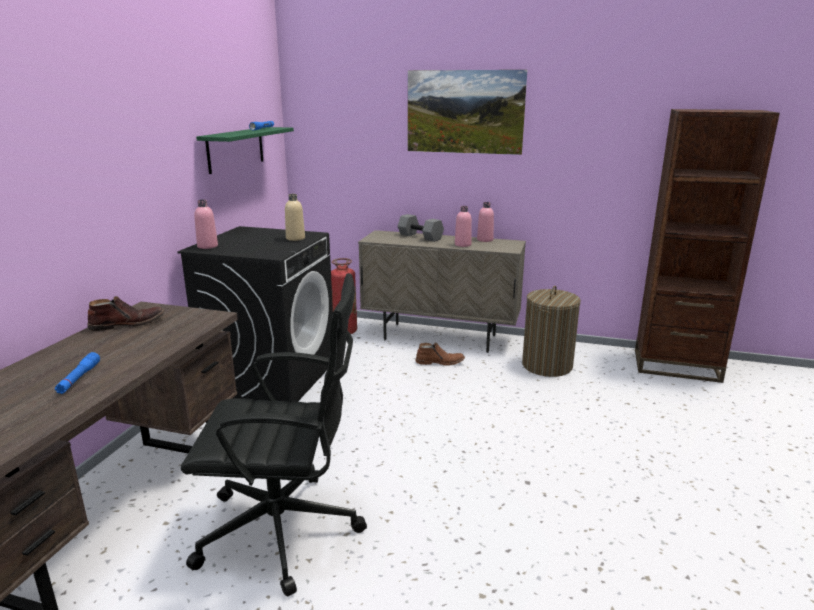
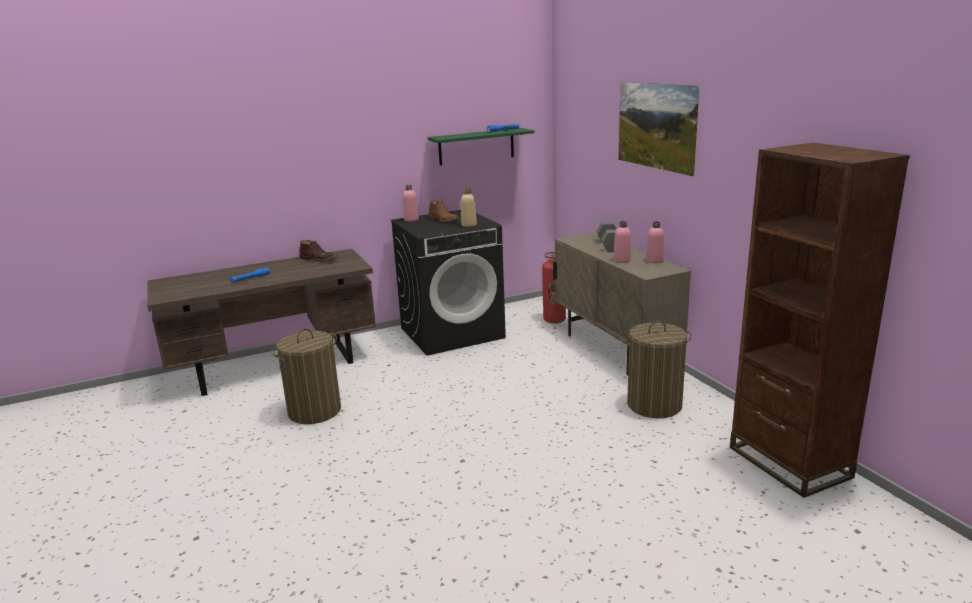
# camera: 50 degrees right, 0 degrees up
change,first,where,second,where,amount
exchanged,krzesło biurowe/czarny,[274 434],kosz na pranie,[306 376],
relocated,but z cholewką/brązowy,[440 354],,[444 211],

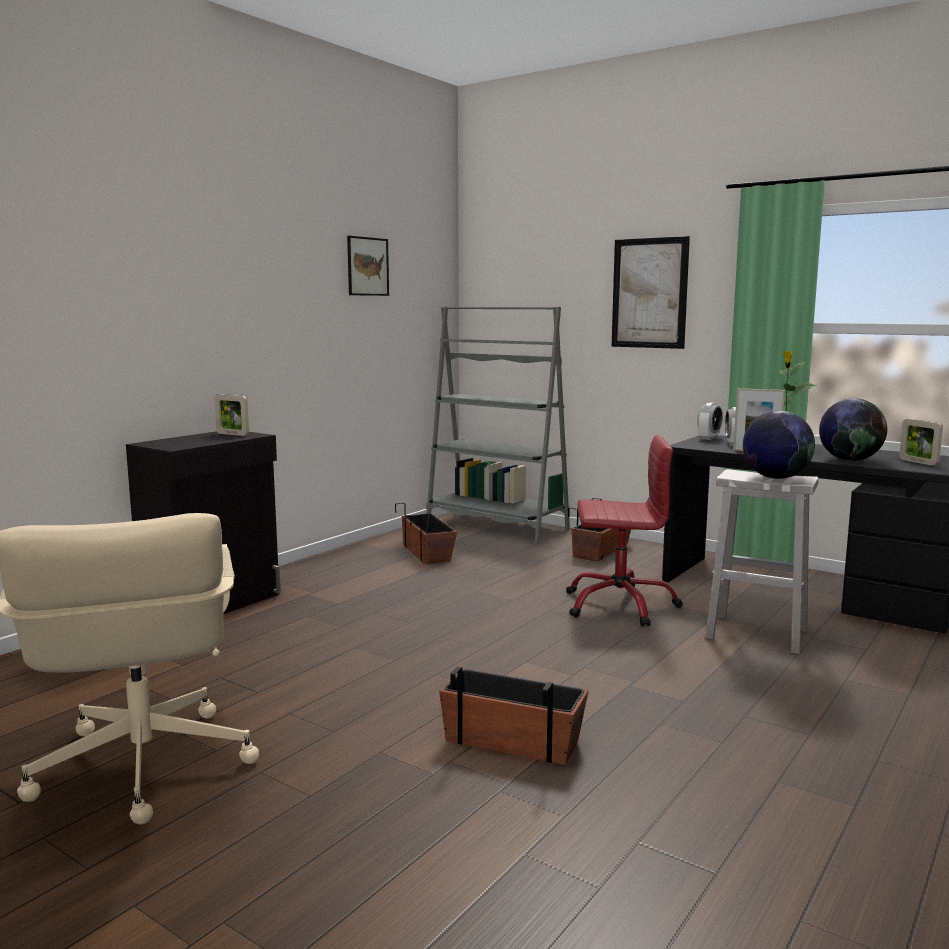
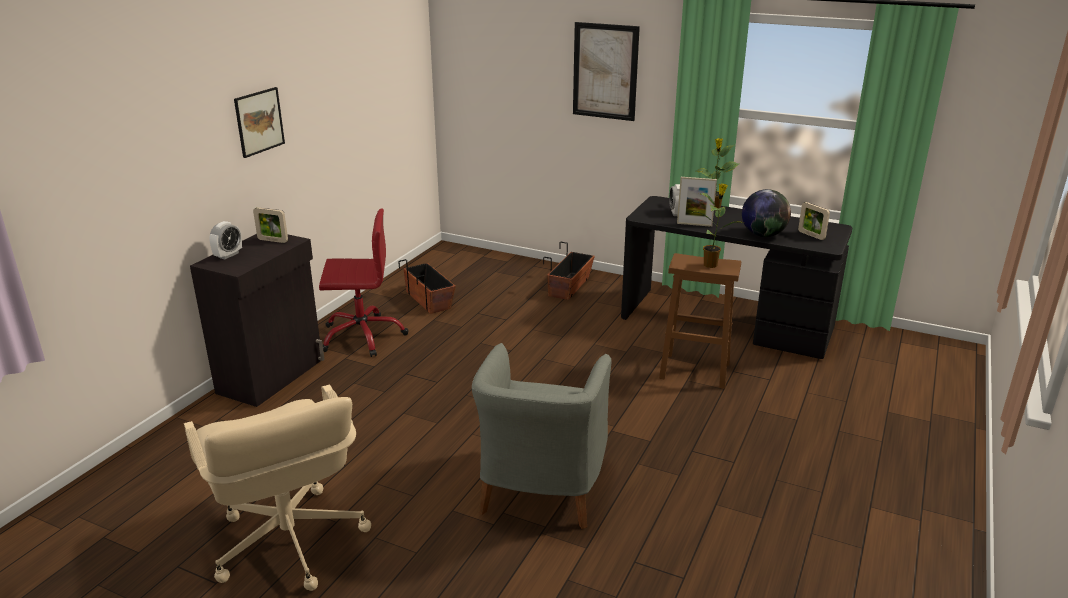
# camera: 10 degrees left, 15 degrees up
change,first,where,second,where,amount
relocated,obraz,[368 266],,[259 122],
missing,regał/szary,[498 425],,,
relocated,budzik,[710 421],,[225 240],
exchanged,globus,[779 445],roślina doniczkowa,[718 226],
relocated,krzesło biurowe/czerwony,[624 531],,[363 283],
colour,stołek/biały,[762 561],stołek/brązowy,[700 321],
exchanged,donica,[513 716],fotel/szary,[542 436],

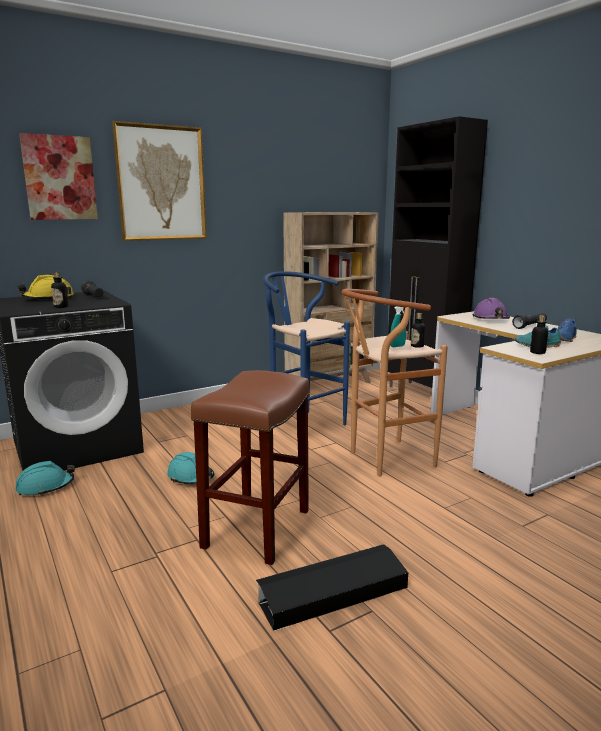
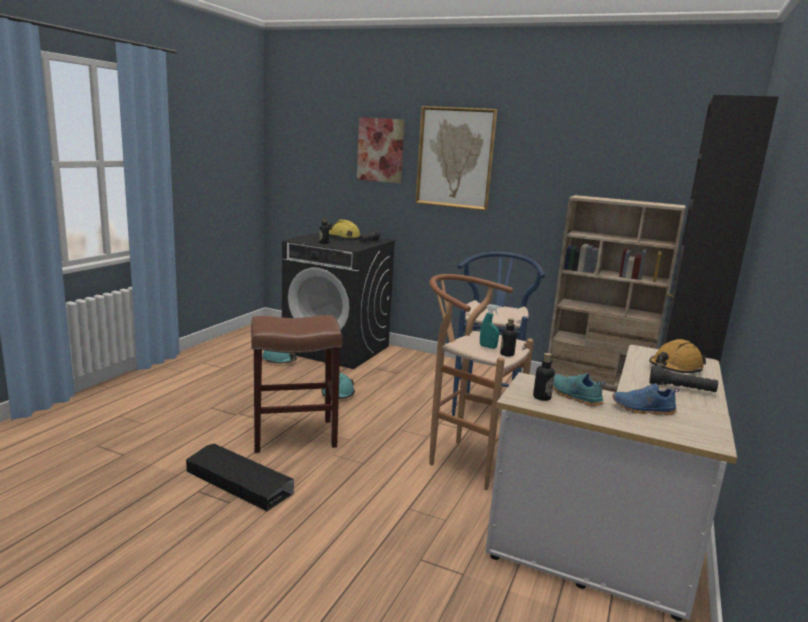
# camera: 55 degrees right, 0 degrees up
change,first,where,second,where,amount
colour,kask/fioletowy,[491 308],kask/pomarańczowy,[677 356],

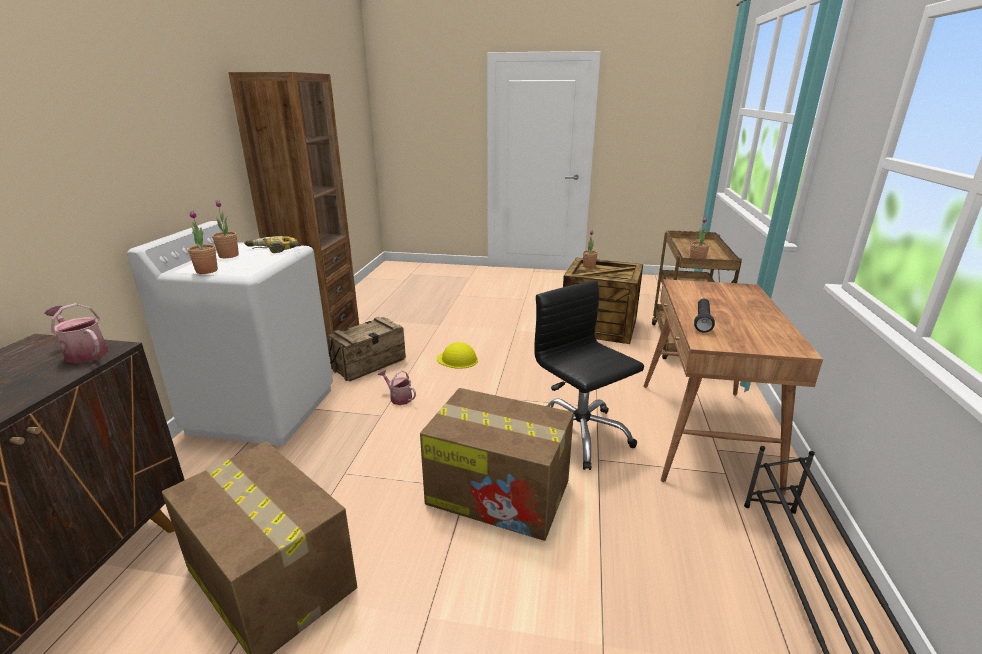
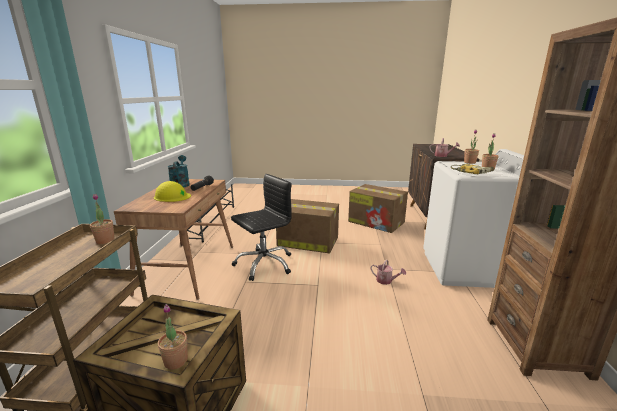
# camera: 175 degrees right, 5 degrees down
change,first,where,second,where,amount
spun,krzesło biurowe/czarny,[589 375],,[261 227],90 degrees counterclockwise
missing,skrzynka,[366 349],,,
relocated,kask/żółty,[457 355],,[172 191],
appeared,,,konewka/turkusowy,[179 171],

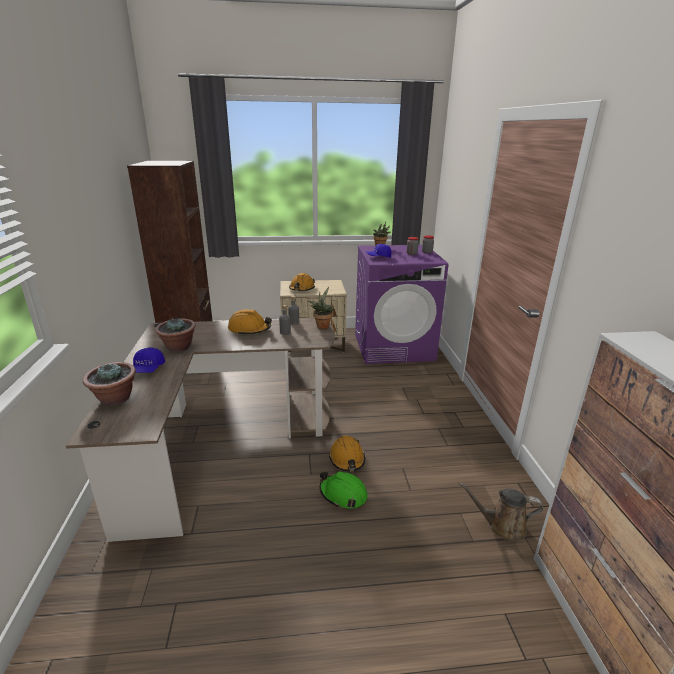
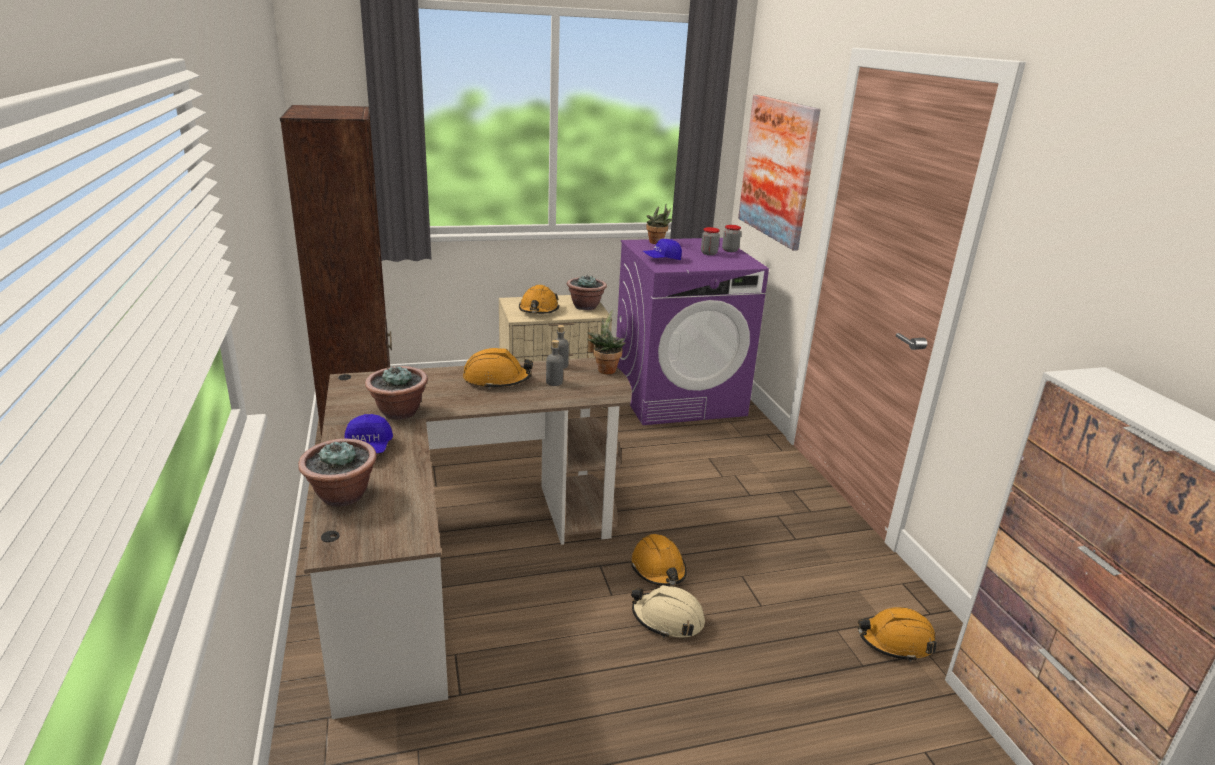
# camera: 10 degrees left, 0 degrees up
change,first,where,second,where,amount
colour,kask/zielony,[344 490],kask/beżowy,[668 611],
exchanged,konewka/brązowy,[501 511],kask/pomarańczowy,[897 634],
appeared,,,obraz,[779 173],
appeared,,,roślina doniczkowa,[587 292],

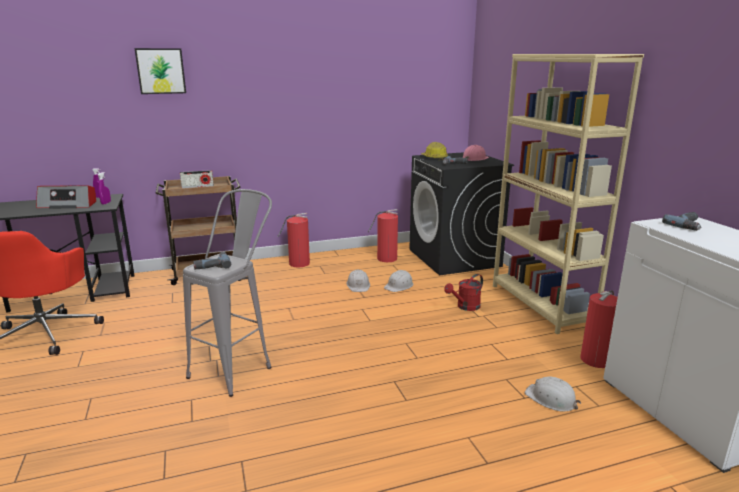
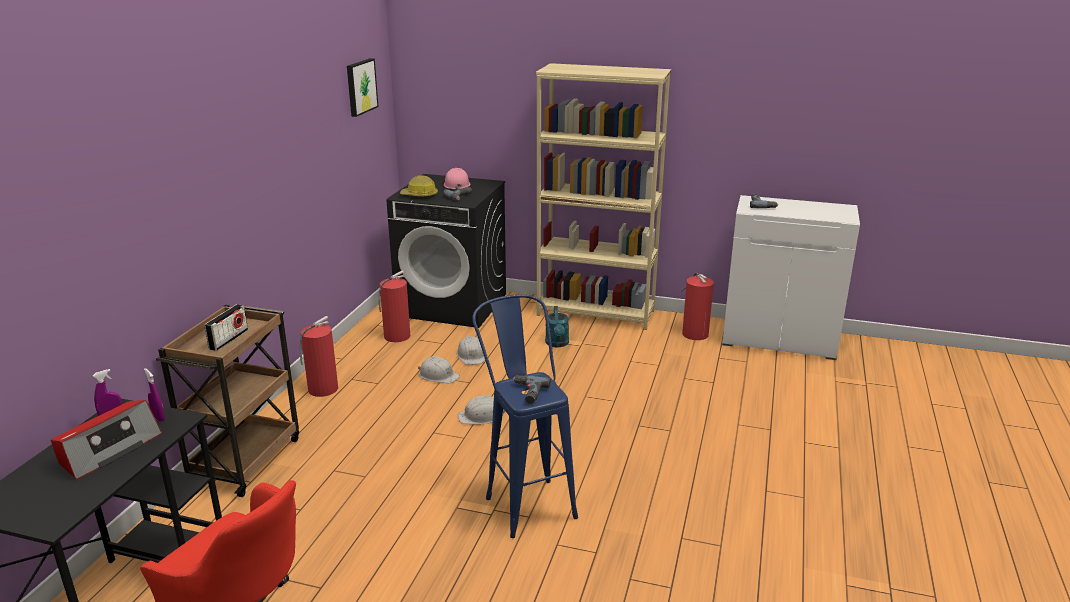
# camera: 55 degrees left, 5 degrees up
change,first,where,second,where,amount
relocated,obraz,[160 71],,[362 87],
colour,stołek/szary,[227 293],stołek/niebieski,[525 416],
colour,konewka/czerwony,[463 292],konewka/turkusowy,[557 326],
relocated,kask/biały,[553 394],,[481 410],

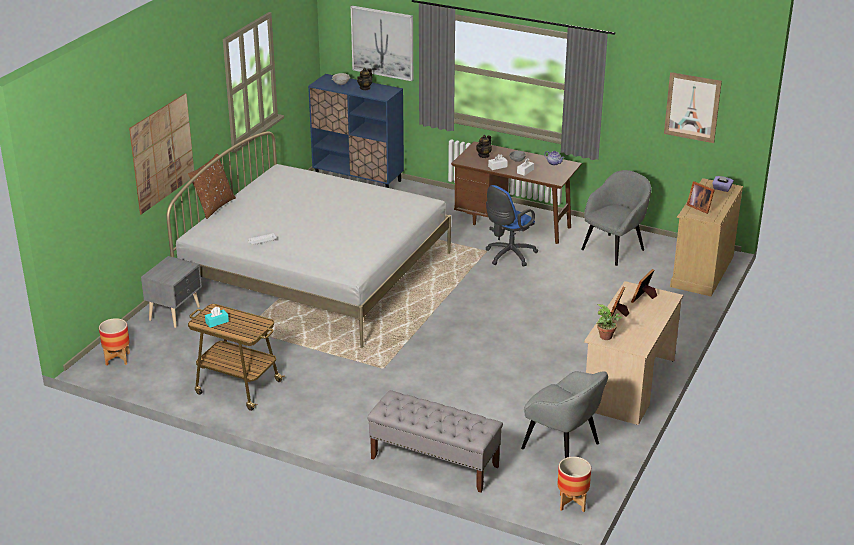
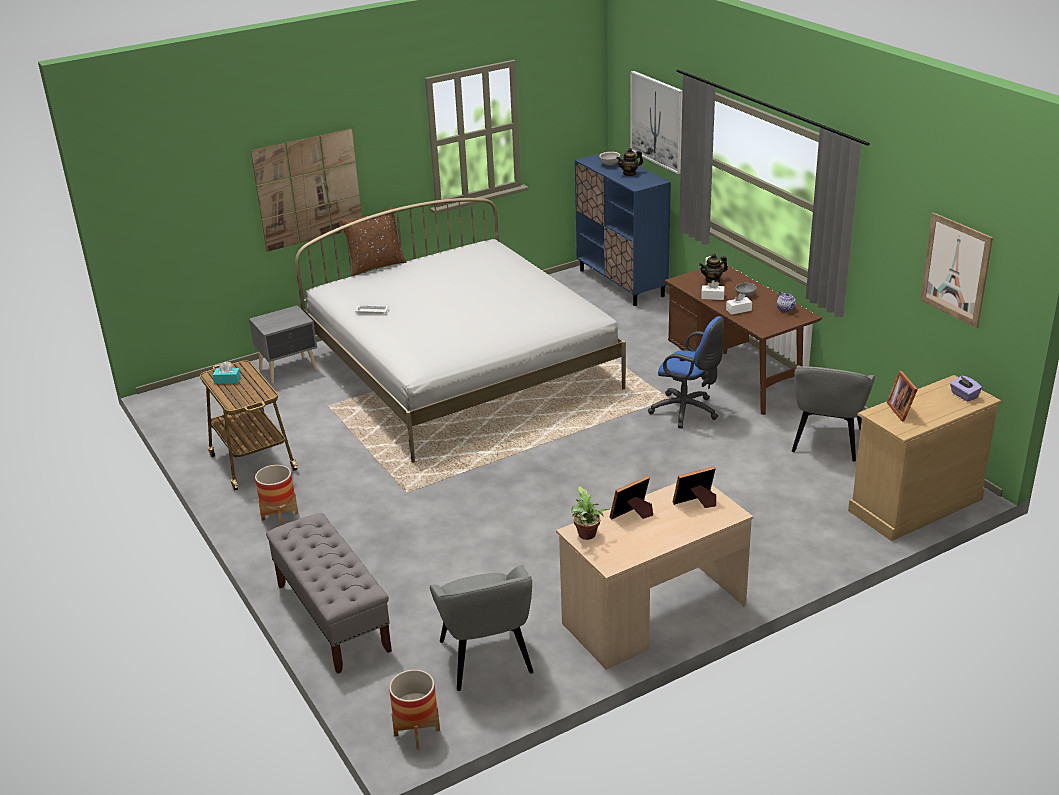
# camera: 35 degrees right, 0 degrees up
change,first,where,second,where,amount
spun,fotel/szary,[616 218],,[833 413],120 degrees clockwise
spun,krzesło biurowe/niebieski,[511 226],,[686 372],135 degrees counterclockwise
relocated,donica,[114 342],,[277 495],

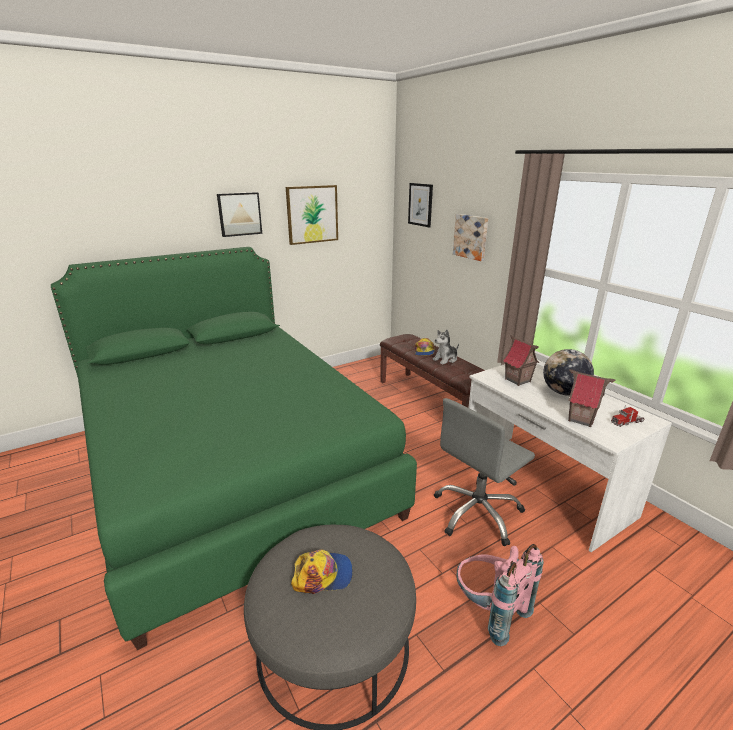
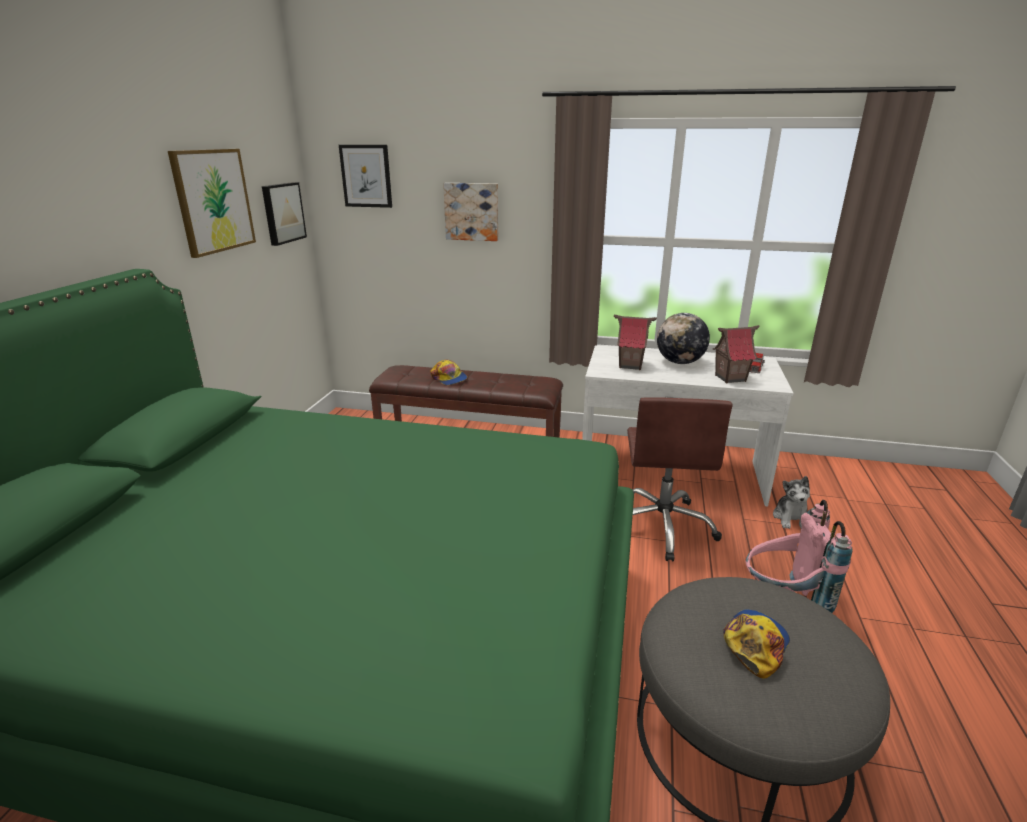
# camera: 45 degrees left, 0 degrees up
change,first,where,second,where,amount
relocated,obraz,[239 214],,[284 214],
relocated,pluszak,[445 347],,[791 502],
colour,krzesło biurowe/szary,[484 472],krzesło biurowe/brązowy,[680 479],

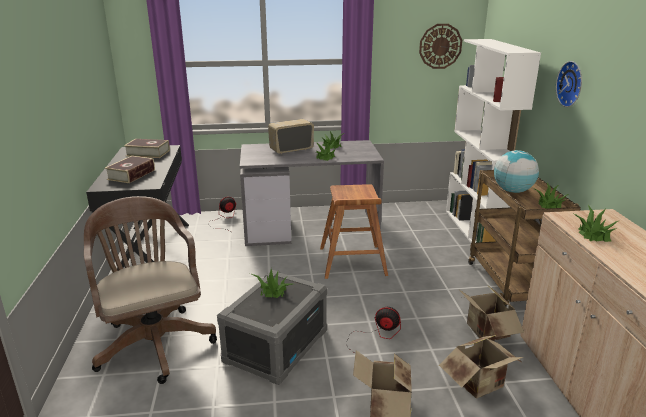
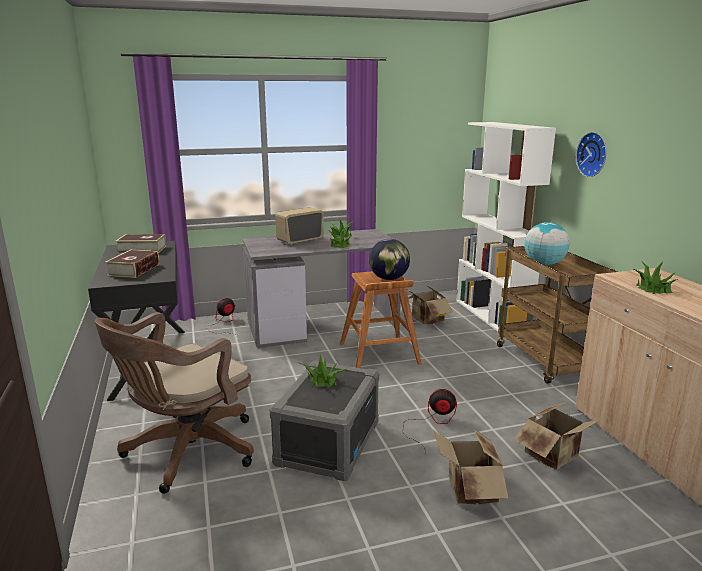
# camera: 10 degrees left, 5 degrees down
change,first,where,second,where,amount
missing,zegar ścienny,[440 46],,,
missing,roślina doniczkowa,[550 195],,,
spun,krzesło biurowe/brązowy,[150 290],,[174 403],105 degrees counterclockwise
relocated,karton,[492 314],,[430 304],
appeared,,,globus,[389 259],

